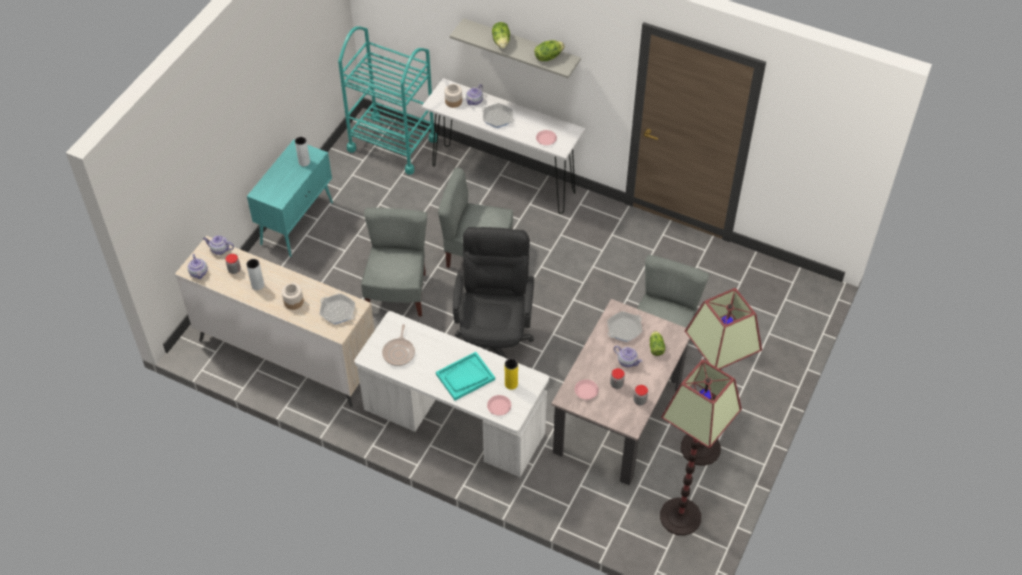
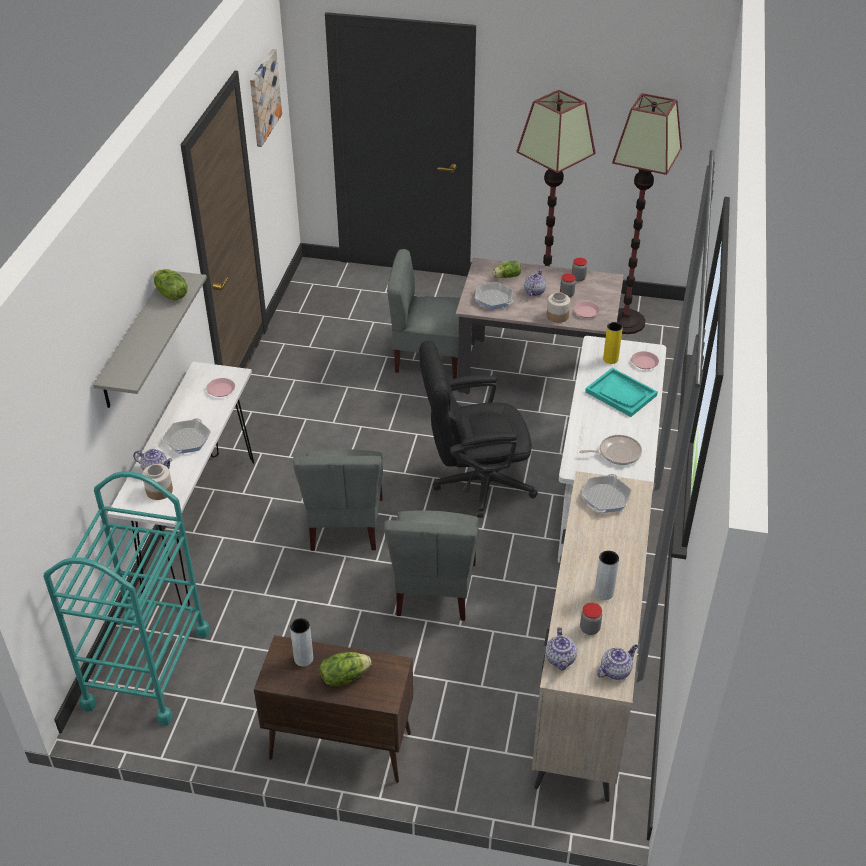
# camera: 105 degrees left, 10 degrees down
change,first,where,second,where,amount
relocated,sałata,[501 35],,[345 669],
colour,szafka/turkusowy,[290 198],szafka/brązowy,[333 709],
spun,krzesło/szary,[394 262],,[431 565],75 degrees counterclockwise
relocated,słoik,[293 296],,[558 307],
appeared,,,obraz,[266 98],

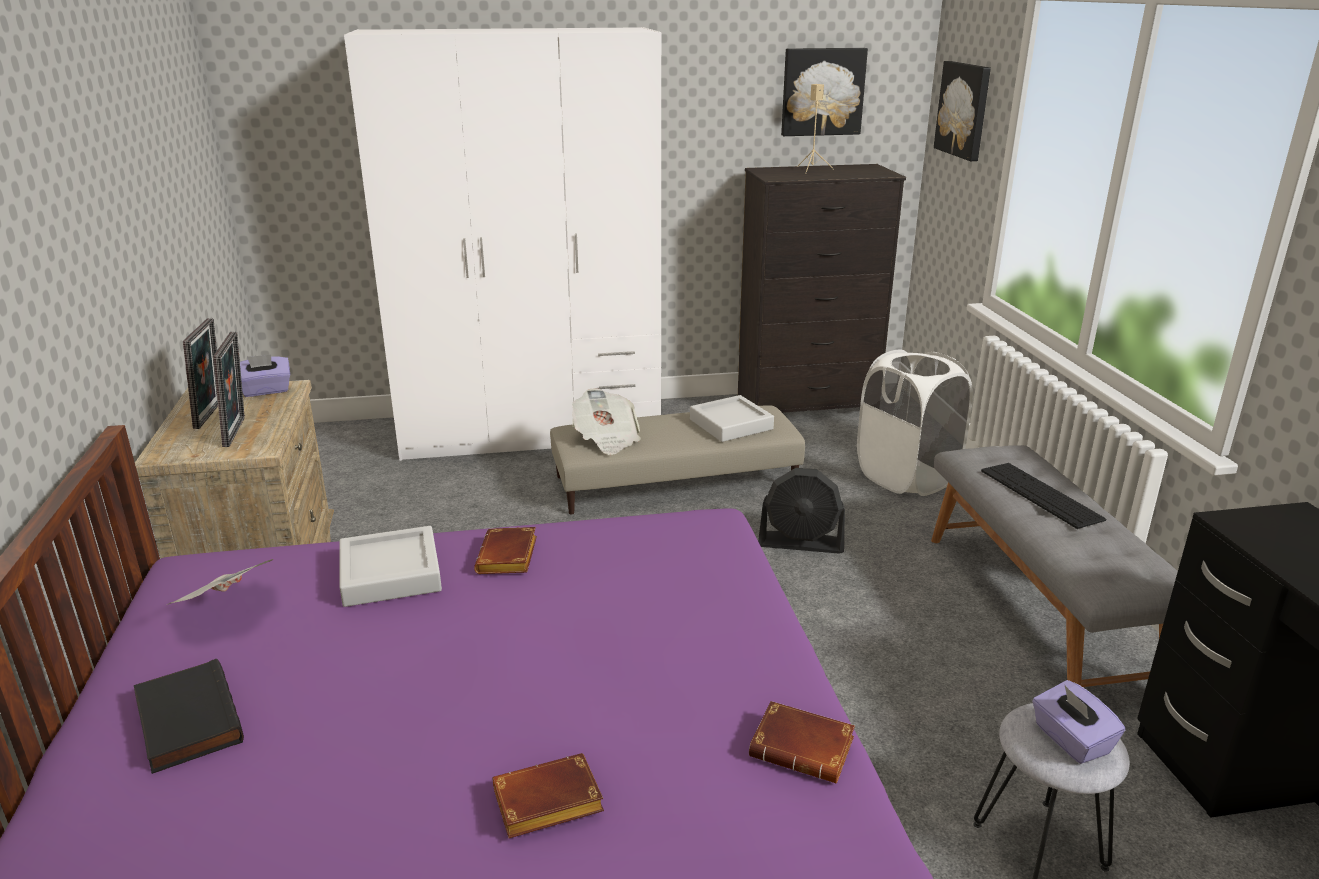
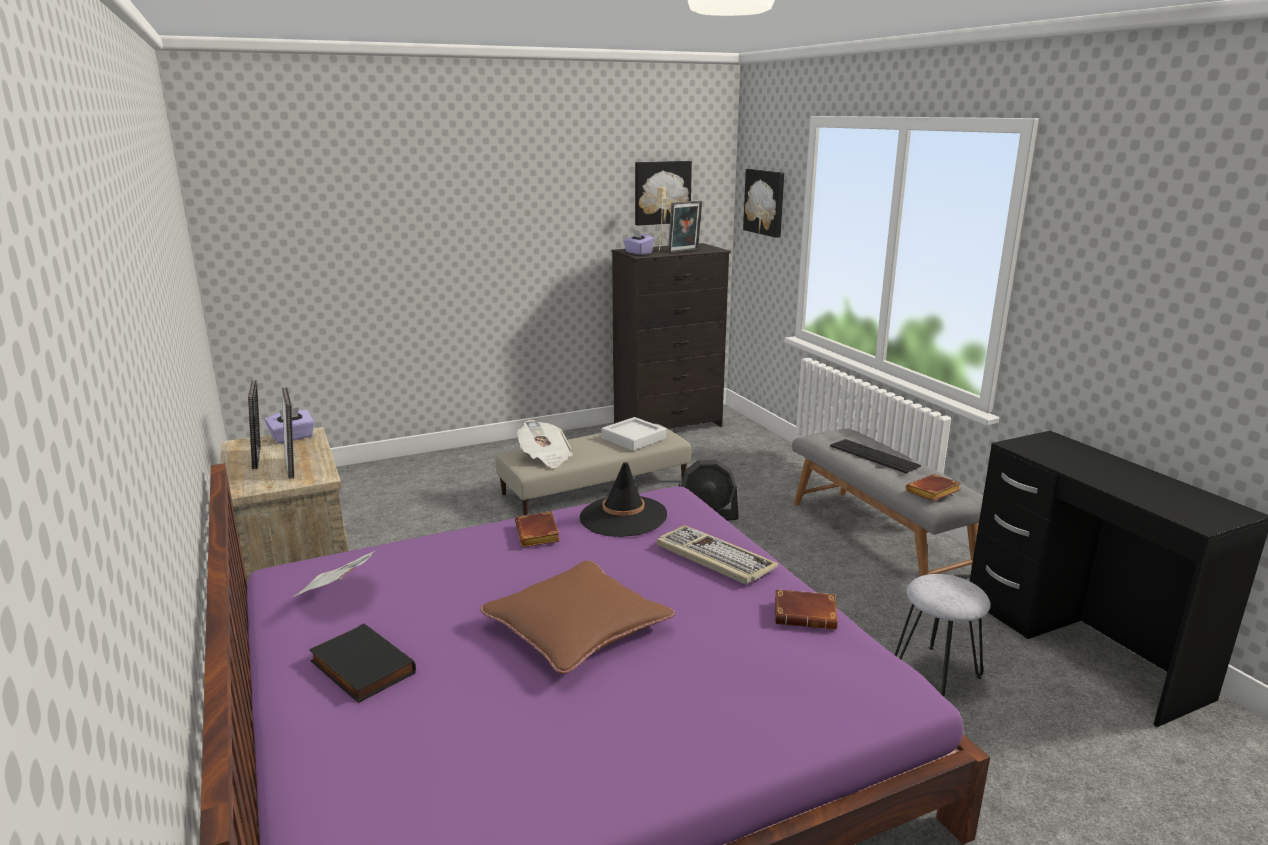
# camera: 15 degrees left, 5 degrees down
change,first,where,second,where,amount
missing,szafa/biały,[502 244],,,
missing,kosz na pranie/biały,[915 423],,,
missing,taca/szary,[390 566],,,
relocated,pudełko chusteczek/fioletowy,[1078 722],,[638 242],
relocated,książka/brązowy,[548 795],,[933 487],
appeared,,,ramka na zdjęcie,[685 227],
appeared,,,kapelusz/czarny,[623 499],
appeared,,,klawiatura,[717 555],
appeared,,,poduszka/brązowy,[577 617],

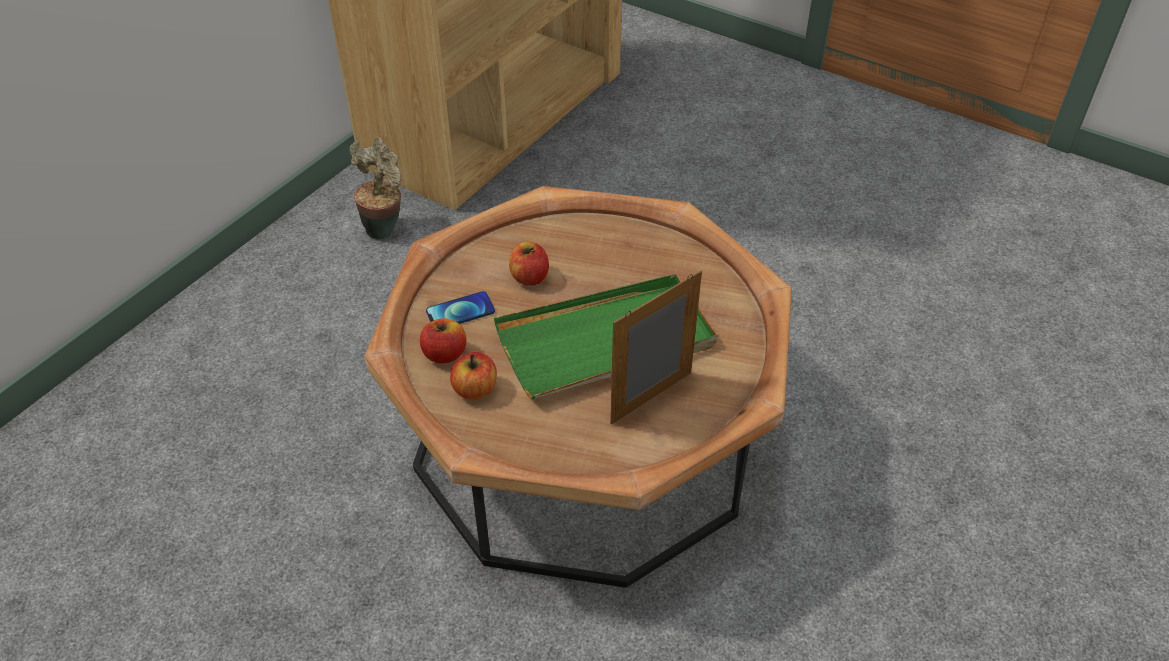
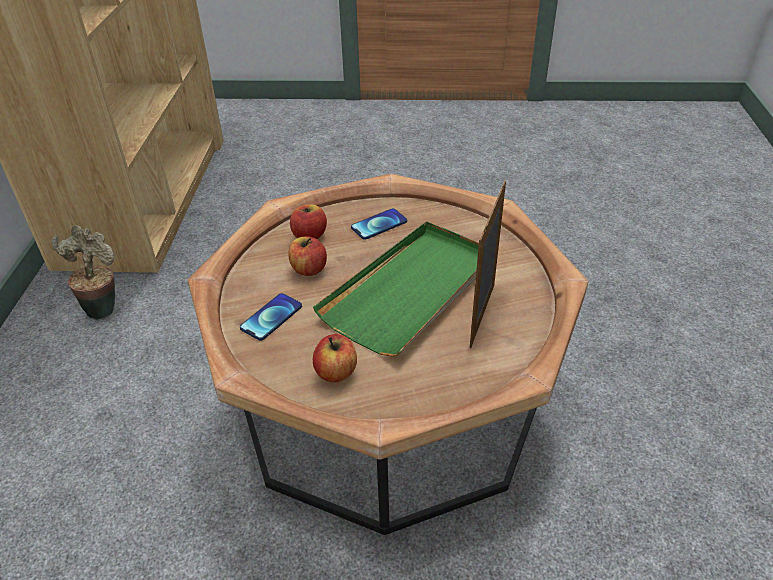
# camera: 30 degrees left, 5 degrees down
change,first,where,second,where,amount
relocated,jabłko,[443 340],,[308 221],
appeared,,,telefon,[379 224],

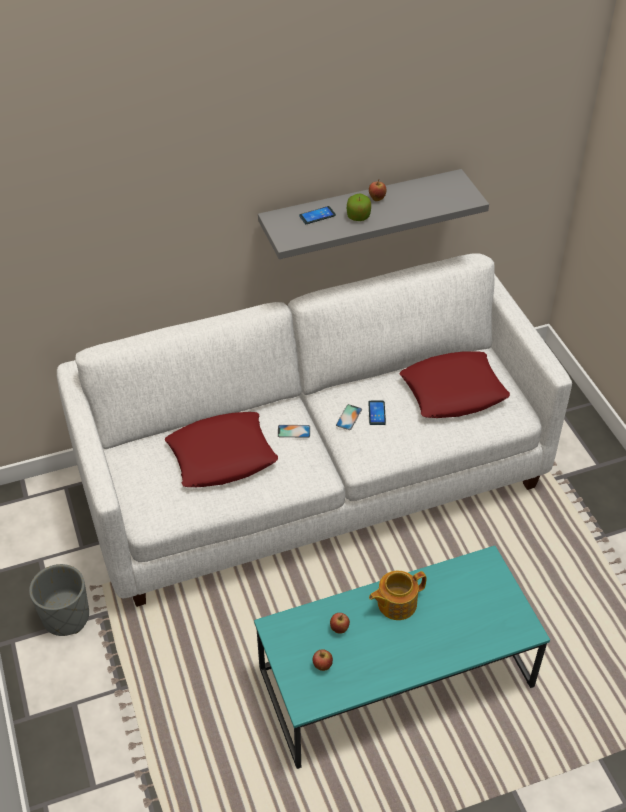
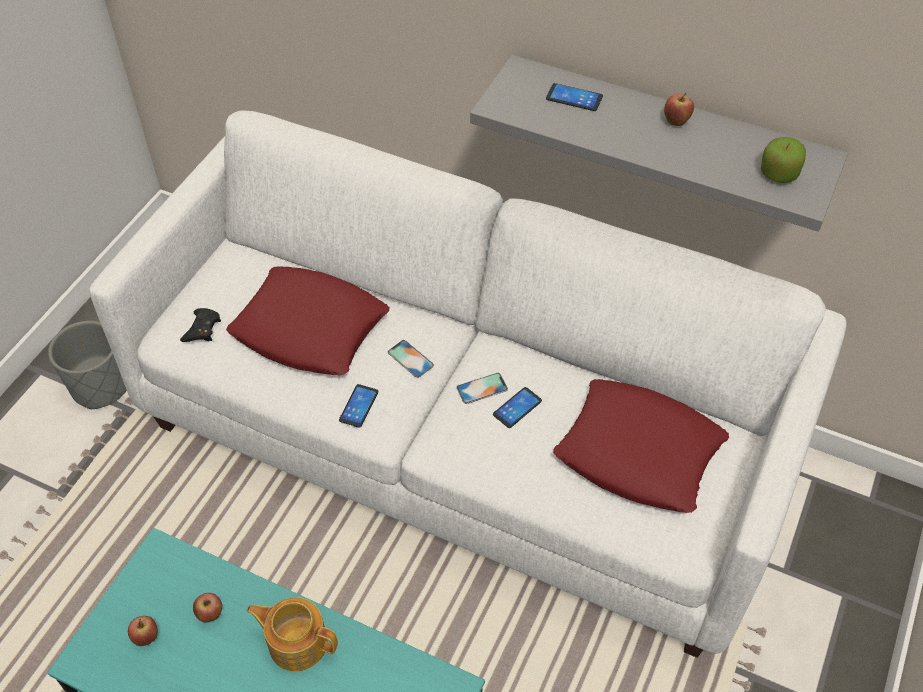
# camera: 45 degrees right, 5 degrees up
change,first,where,second,where,amount
relocated,jabłko,[359 207],,[783 160],
appeared,,,pad do gier/czarny,[200 325],
appeared,,,telefon,[358 406],

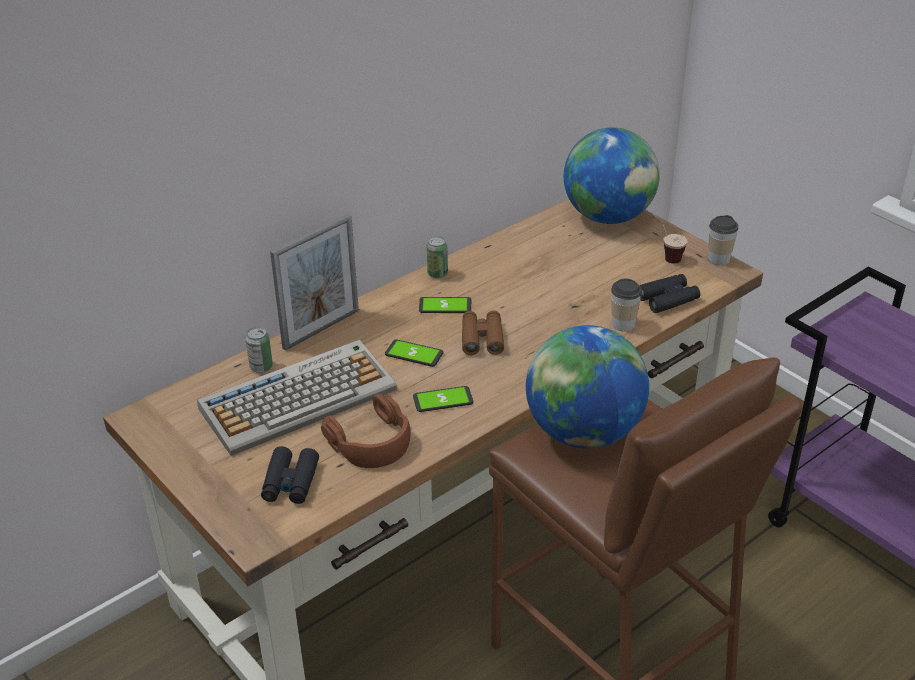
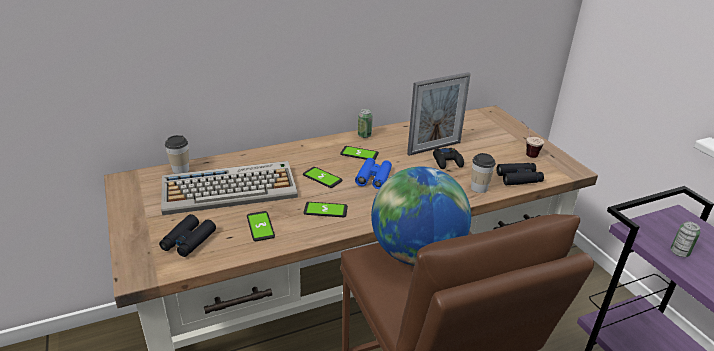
# camera: 15 degrees right, 5 degrees down
change,first,where,second,where,amount
missing,globus,[612 175],,,
relocated,ramka na zdjęcie,[314 282],,[439 114],
relocated,filiżanka,[723 240],,[177 154],
colour,lornetka/brązowy,[483 332],lornetka/niebieski,[373 173],
relocated,puszka,[259 350],,[685 239],
exchanged,słuchawki/brązowy,[366 430],telefon,[261 226],
appeared,,,pad do gier/czarny,[448 158],

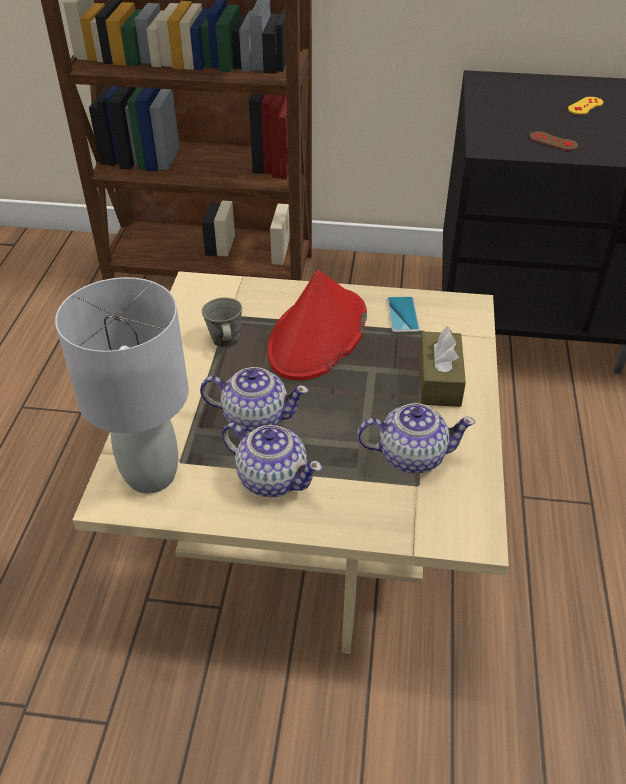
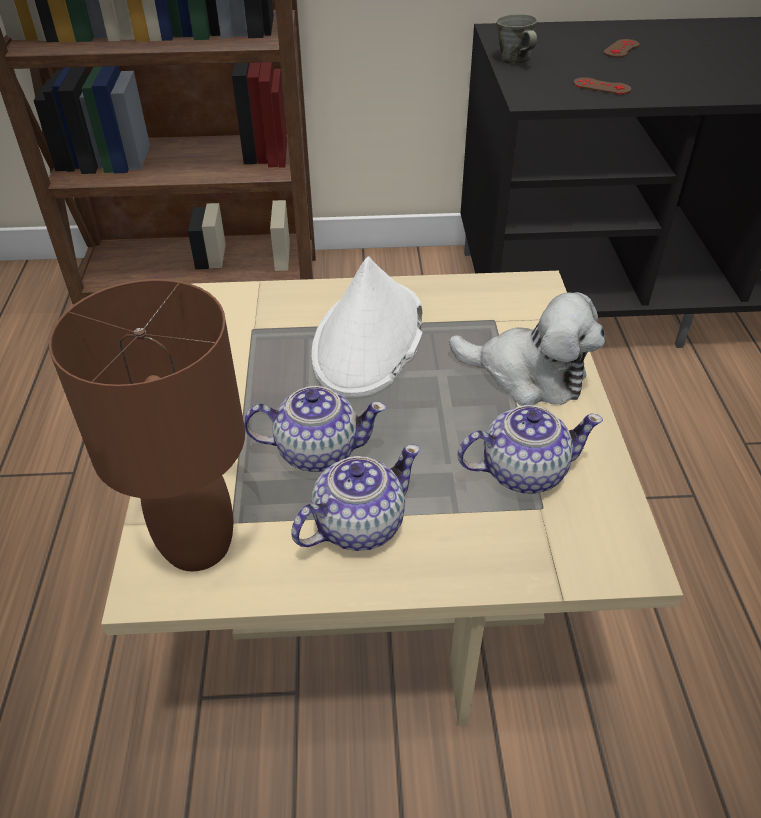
# camera: 10 degrees left, 0 degrees up
change,first,where,second,where,amount
colour,pad do gier/żółty,[585 106],pad do gier/brązowy,[622 48],
colour,kapelusz/czerwony,[317 325],kapelusz/biały,[367 327],
colour,lampa stołowa/szary,[122 385],lampa stołowa/brązowy,[147 425],
missing,telefon,[403 314],,,
relocated,kubek/szary,[222 322],,[517 39],
exchanged,pudełko chusteczek/brązowy,[442 366],pluszak,[527 349],
spun,imbryk,[272 459],,[355 497],60 degrees counterclockwise

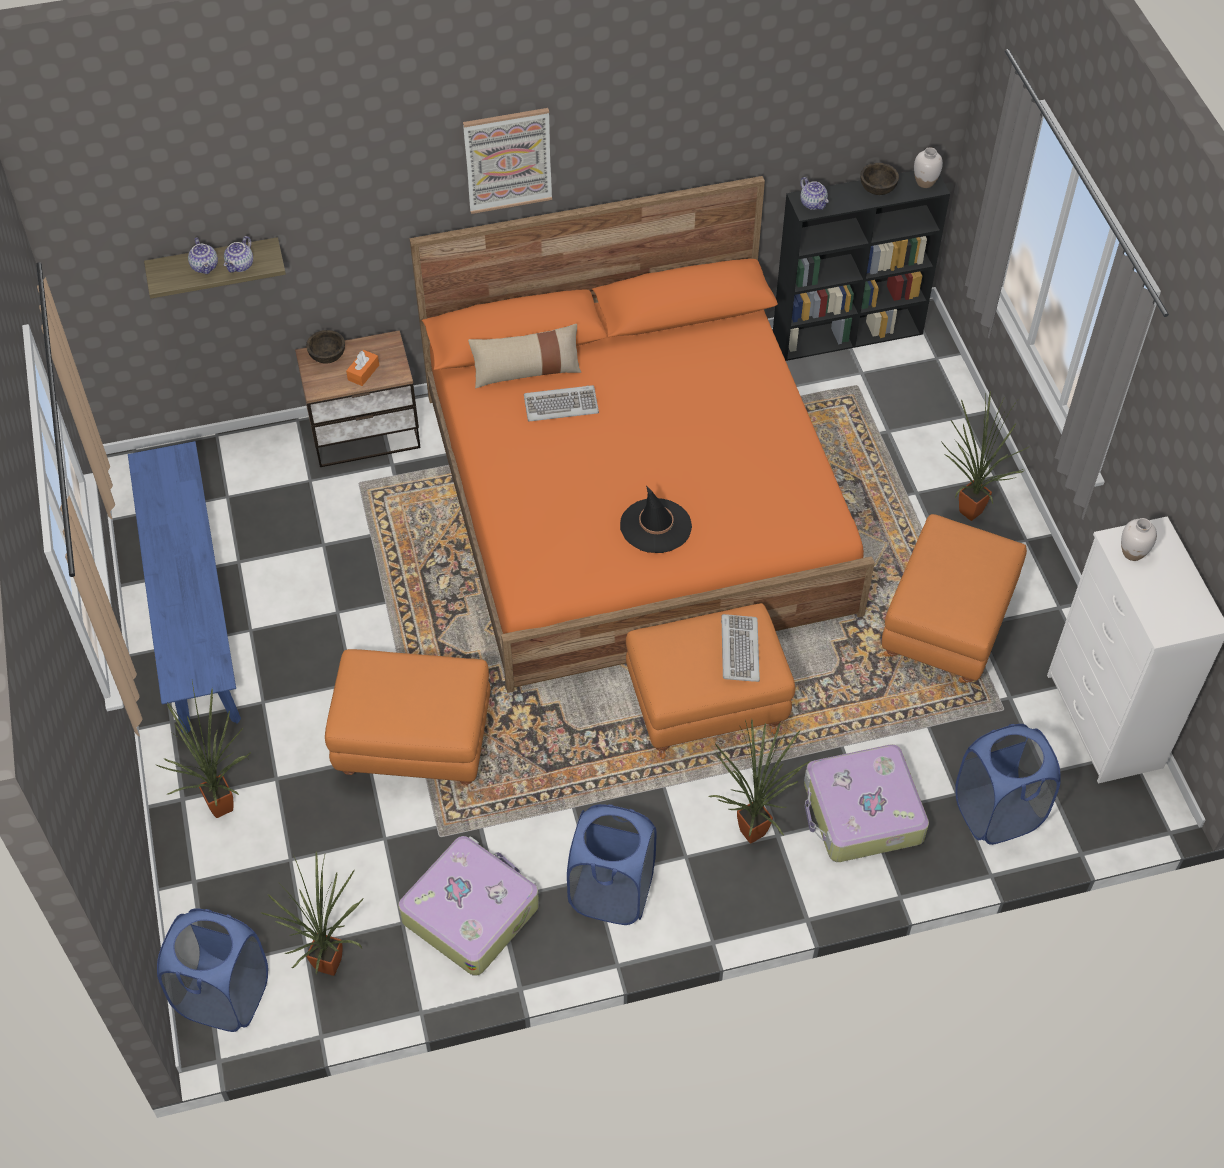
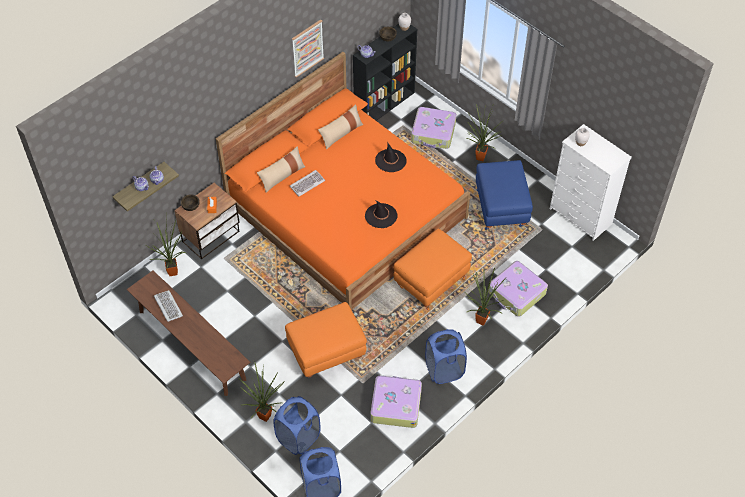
# camera: 30 degrees left, 0 degrees up
change,first,where,second,where,amount
relocated,obraz,[507 161],,[308 49],
colour,ławka/niebieski,[184 587],ławka/brązowy,[188 333],
colour,pufa/pomarańczowy,[954 598],pufa/niebieski,[504 195],
relocated,klawiatura,[740 648],,[168 306],
relocated,kosz na pranie/niebieski,[1008 784],,[297 425],
relocated,roślina doniczkowa,[312 913],,[166 248],
appeared,,,poduszka/beżowy,[340 127],
appeared,,,walizka,[433 128],
appeared,,,kapelusz/czarny,[391 157],

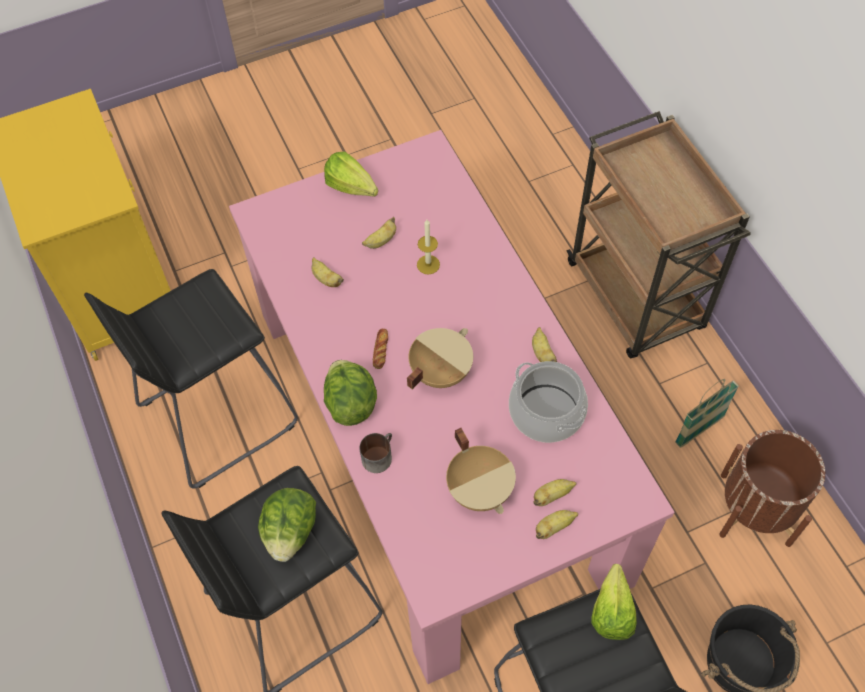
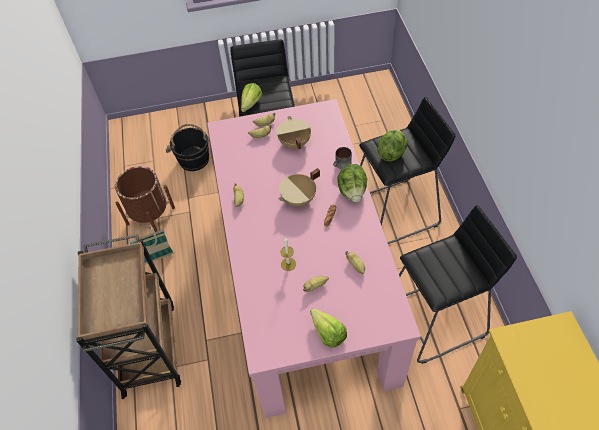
# camera: 165 degrees left, 5 degrees down
change,first,where,second,where,amount
missing,garnek,[548 402],,,

